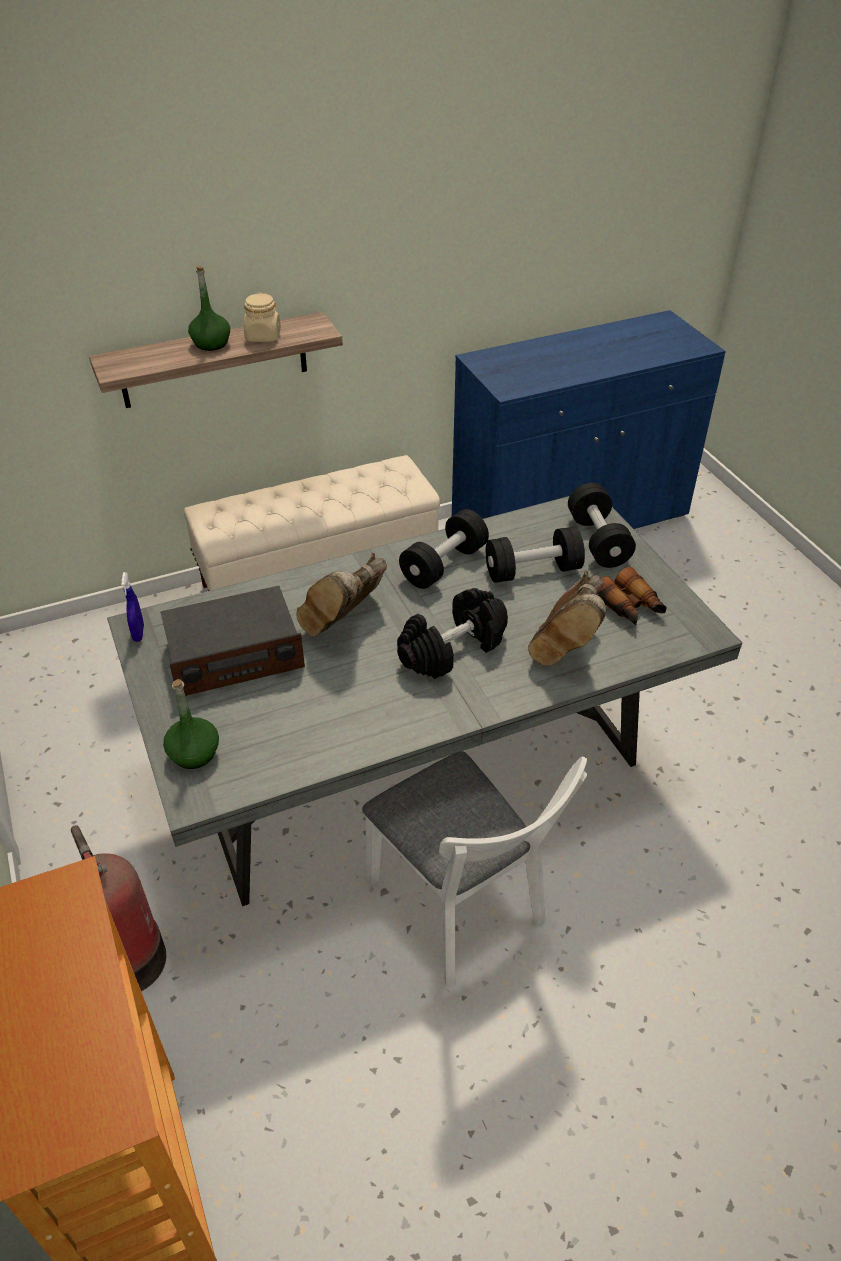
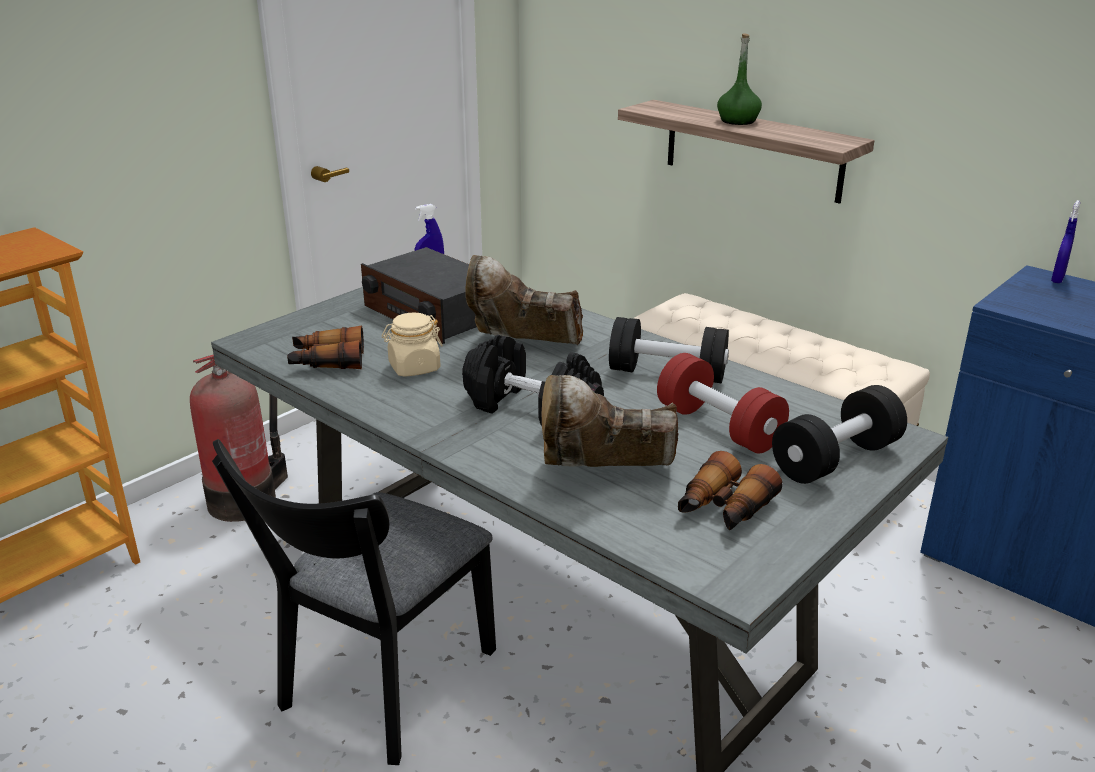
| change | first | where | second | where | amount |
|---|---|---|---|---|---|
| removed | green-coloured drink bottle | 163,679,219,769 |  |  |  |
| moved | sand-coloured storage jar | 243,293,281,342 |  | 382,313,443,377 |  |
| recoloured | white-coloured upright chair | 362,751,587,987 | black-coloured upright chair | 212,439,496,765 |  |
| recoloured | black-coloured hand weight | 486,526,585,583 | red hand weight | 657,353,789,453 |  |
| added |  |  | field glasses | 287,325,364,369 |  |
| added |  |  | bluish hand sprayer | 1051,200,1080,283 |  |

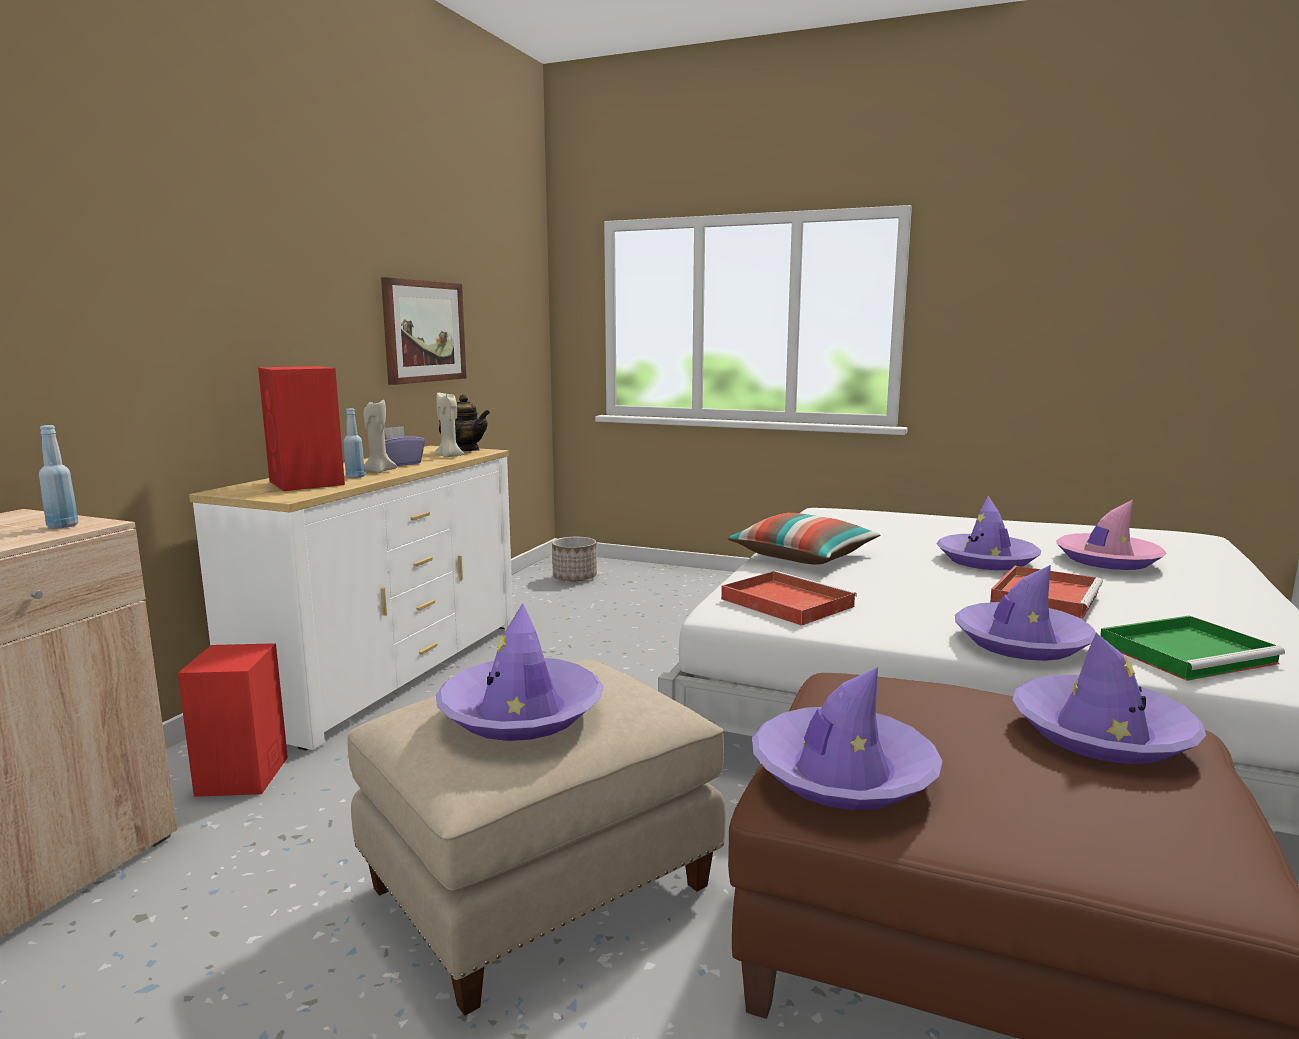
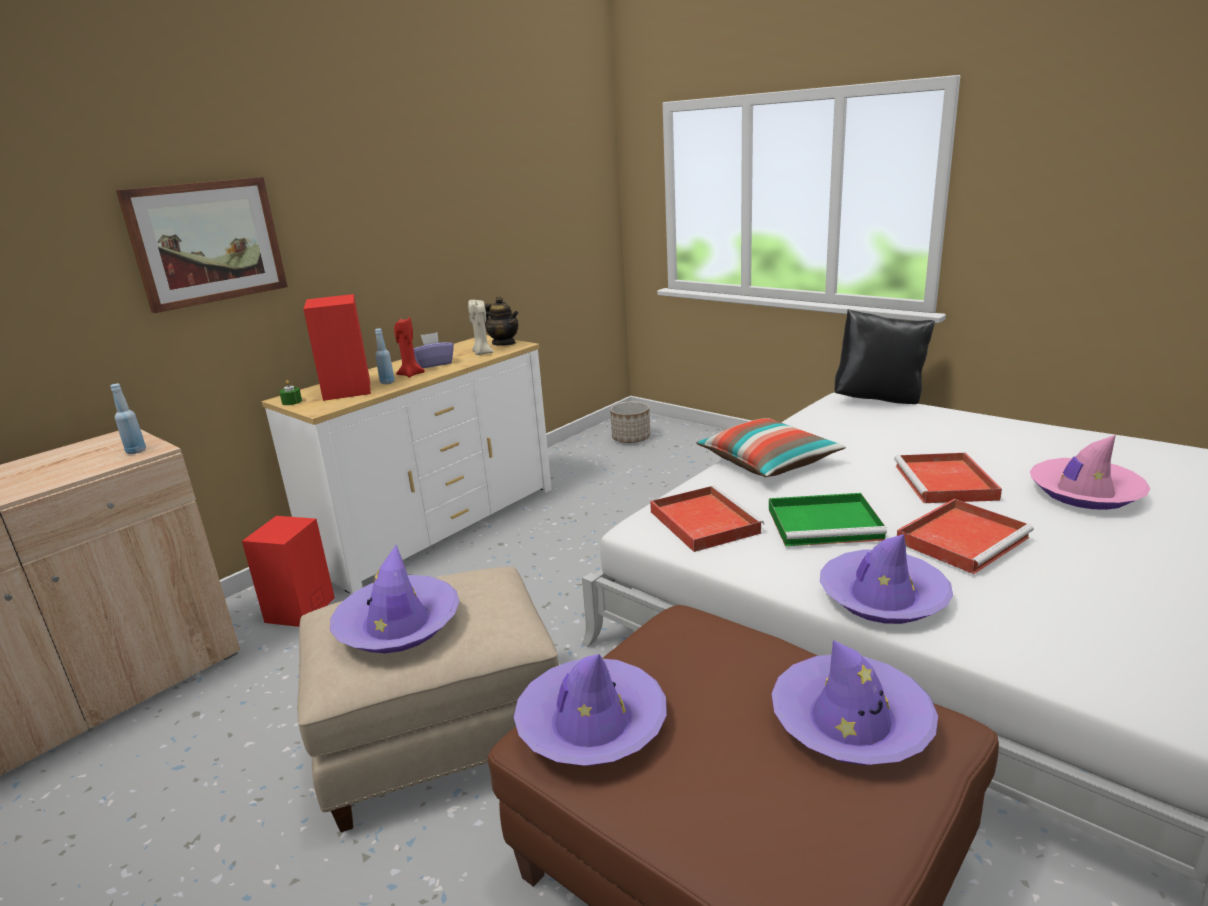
| change | first | where | second | where | amount |
|---|---|---|---|---|---|
| recoloured | sand-coloured candle | 363,398,397,473 | red candle | 394,317,425,377 |  |
| moved | wall art | 381,277,466,385 |  | 116,177,288,313 |  |
| replaced | purple-coloured clothing hat | 936,496,1041,570 | red serving tray | 894,453,1002,503 |  |
| moved | green-coloured serving tray | 1100,616,1285,681 |  | 769,493,887,546 |  |
| added |  |  | green-coloured candle | 279,380,302,405 |  |
| added |  |  | black-coloured cushion | 835,309,935,404 |  |

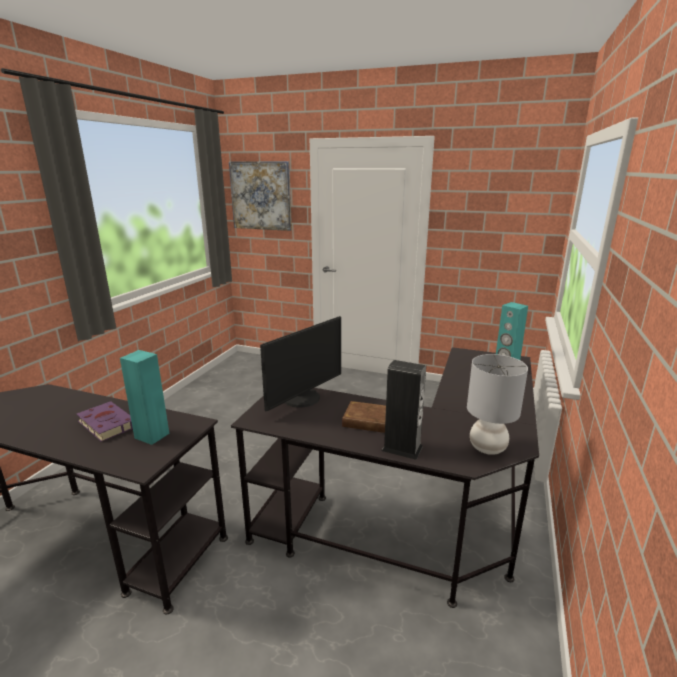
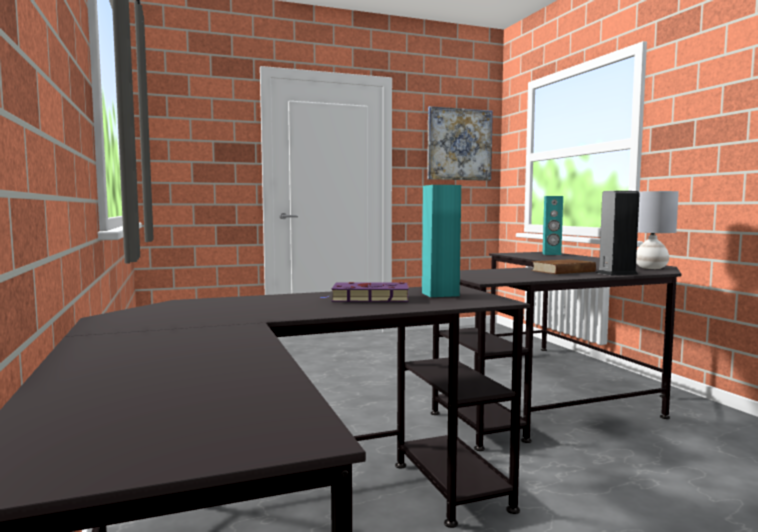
| change | first | where | second | where | amount |
|---|---|---|---|---|---|
| moved | wall art | 229,161,292,231 |  | 427,106,493,181 |  |
| removed | monitor | 260,316,341,411 |  |  |  |

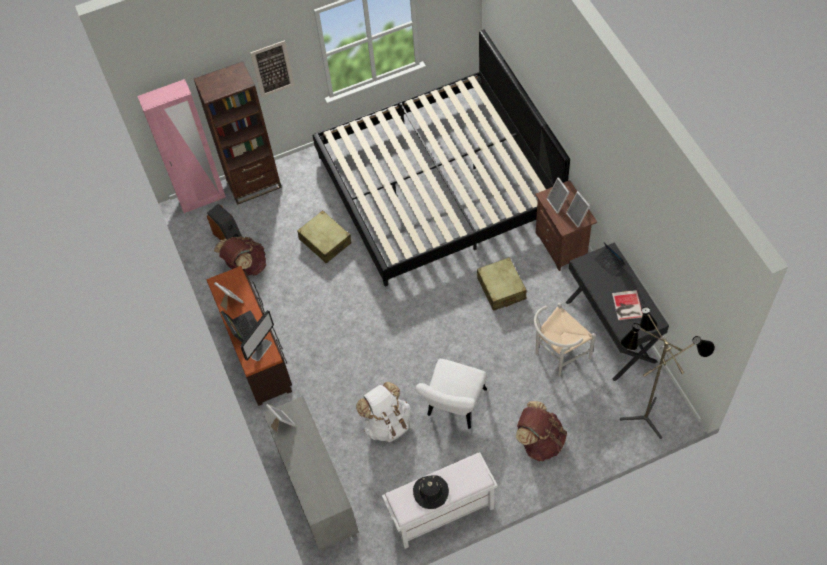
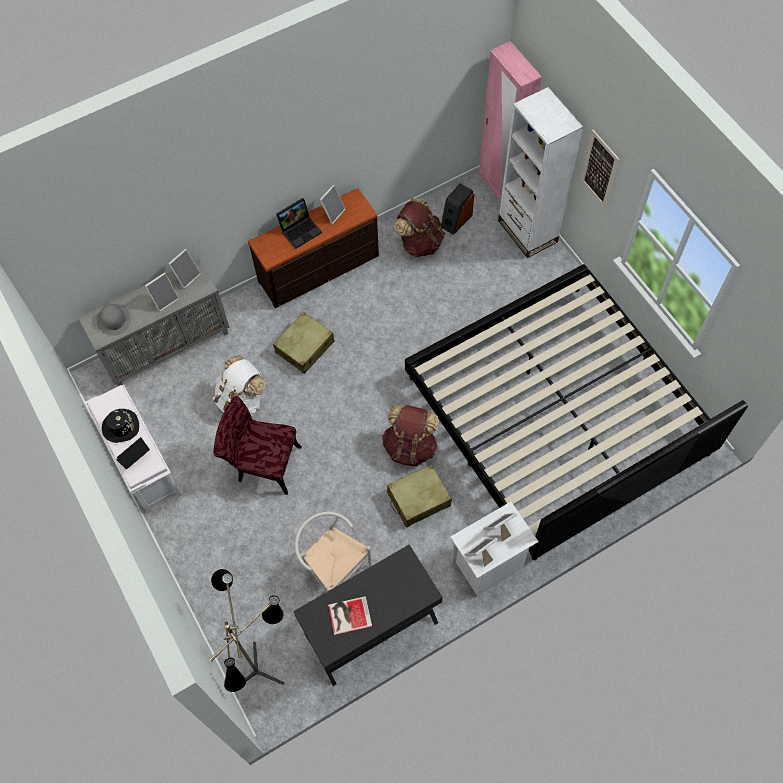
| change | first | where | second | where | amount |
|---|---|---|---|---|---|
| recoloured | brownish bookcase | 194,61,282,205 | white-coloured bookcase | 498,87,583,258 |  |
| removed | monitor | 240,310,274,361 |  |  |  |
| moved | sand-coloured travel case | 297,210,351,264 |  | 273,311,335,374 |  |
| recoloured | white-coloured upright chair | 415,359,487,429 | red upright chair | 213,396,302,495 |  |
| moved | brownish backpack | 516,401,567,461 |  | 382,404,439,466 |  |
| recoloured | brownish bedside table | 535,180,597,271 | white-coloured bedside table | 450,502,539,596 |  |
| moved | notebook computer | 594,243,625,276 |  | 116,437,150,470 |  |
| added |  |  | greyish clothing hat | 96,304,131,336 |  |
| added |  |  | standing frame | 145,272,179,312 |  |

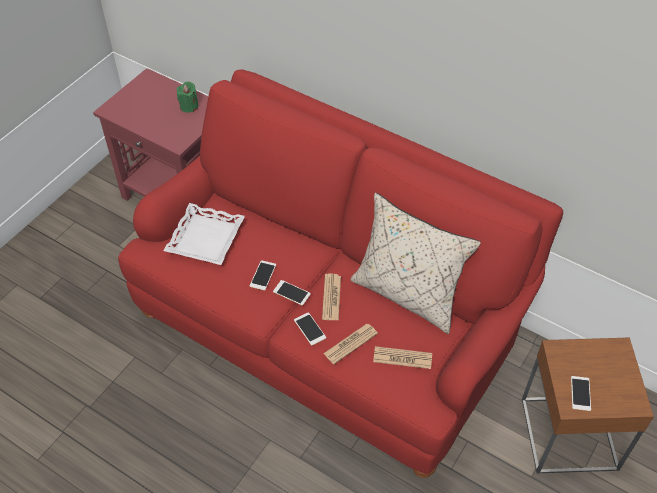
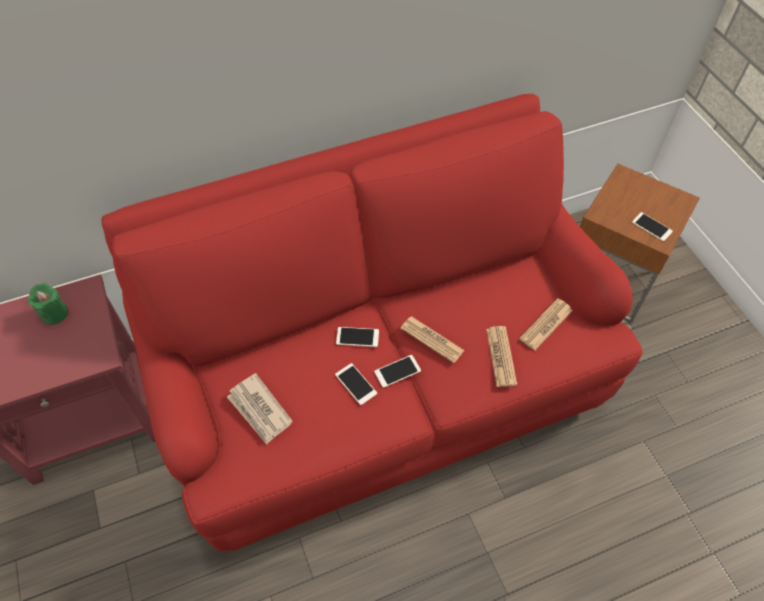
| change | first | where | second | where | amount |
|---|---|---|---|---|---|
| replaced | white-coloured serving tray | 163,203,245,265 | daily paper | 227,373,293,445 |  |
| moved | handset | 294,312,326,346 |  | 336,327,379,347 |  |
| removed | sand-coloured cushion | 351,193,481,334 |  |  |  |

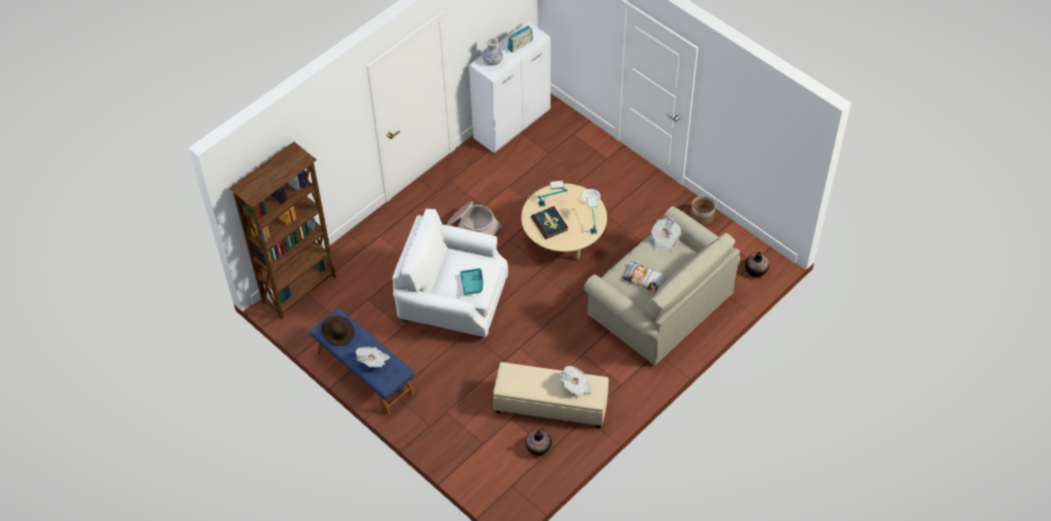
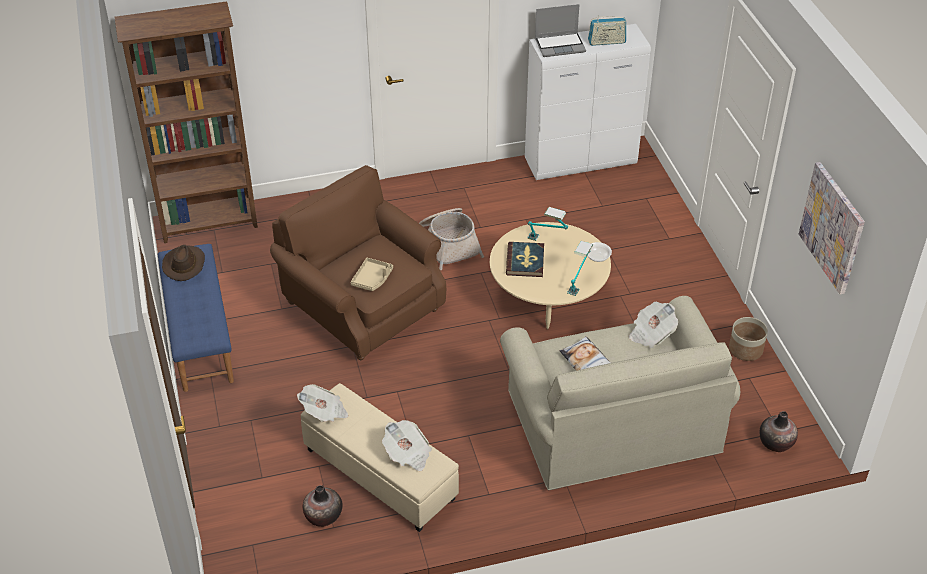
| change | first | where | second | where | amount |
|---|---|---|---|---|---|
| moved | daily paper | 355,347,390,368 |  | 297,384,349,422 |  |
| recoloured | white-coloured armchair | 392,209,508,339 | brownish armchair | 270,165,446,360 |  |
| recoloured | turquoise-coloured serving tray | 460,268,483,295 | sand-coloured serving tray | 351,258,393,291 |  |
| replaced | vase | 482,38,503,65 | notebook computer | 535,4,586,57 |  |
| added |  |  | wall art | 799,162,865,294 |  |

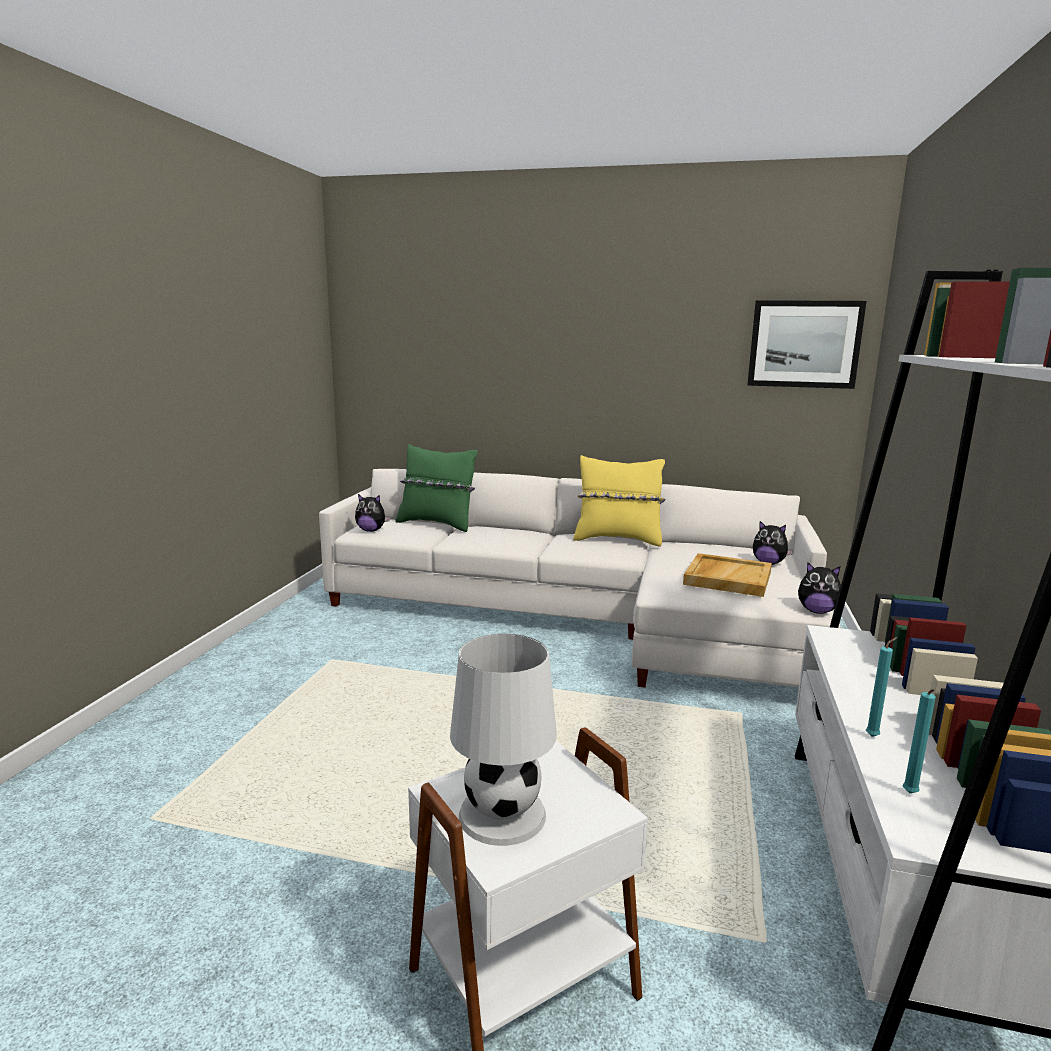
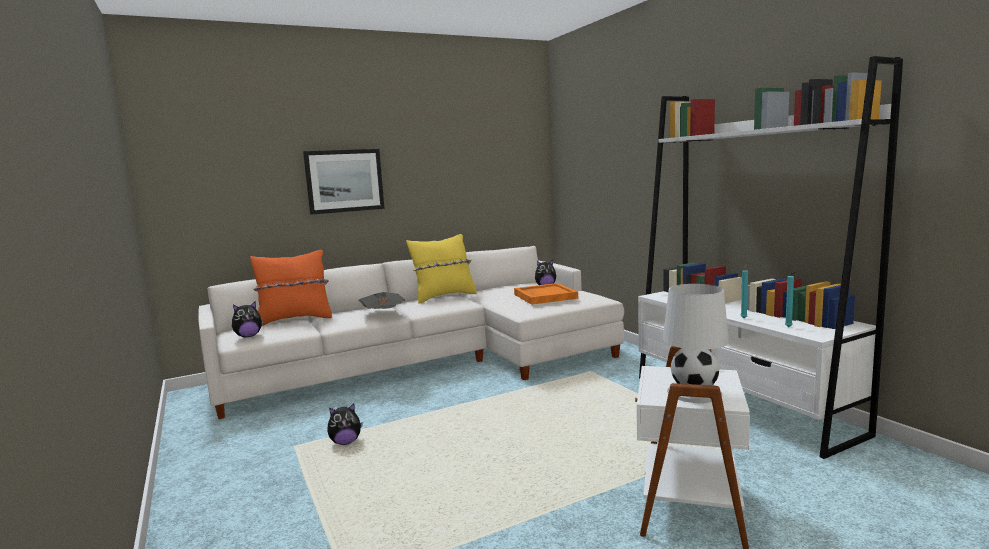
| change | first | where | second | where | amount |
|---|---|---|---|---|---|
| recoloured | green-coloured cushion | 395,444,478,532 | orange-coloured cushion | 250,250,332,326 |  |
| recoloured | sand-coloured serving tray | 683,553,772,597 | orange-coloured serving tray | 514,283,578,305 |  |
| moved | wall art | 747,300,867,389 |  | 303,149,385,215 |  |
| moved | plush toy | 798,562,841,614 |  | 327,404,363,445 |  |
| added |  |  | daily paper | 358,292,405,309 |  |

